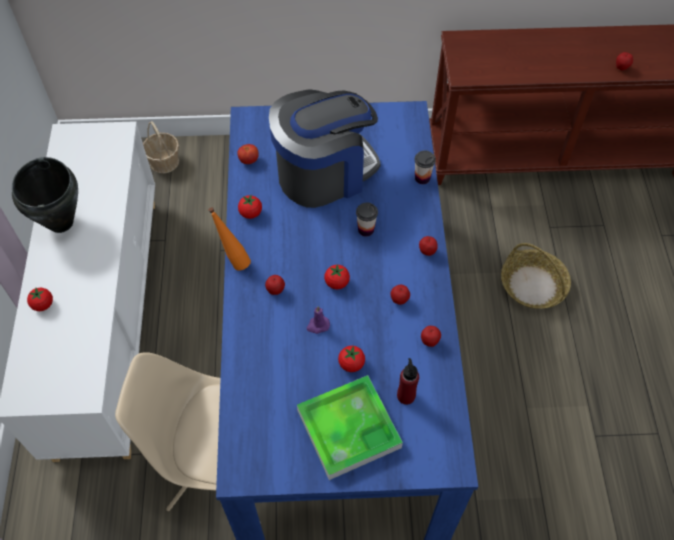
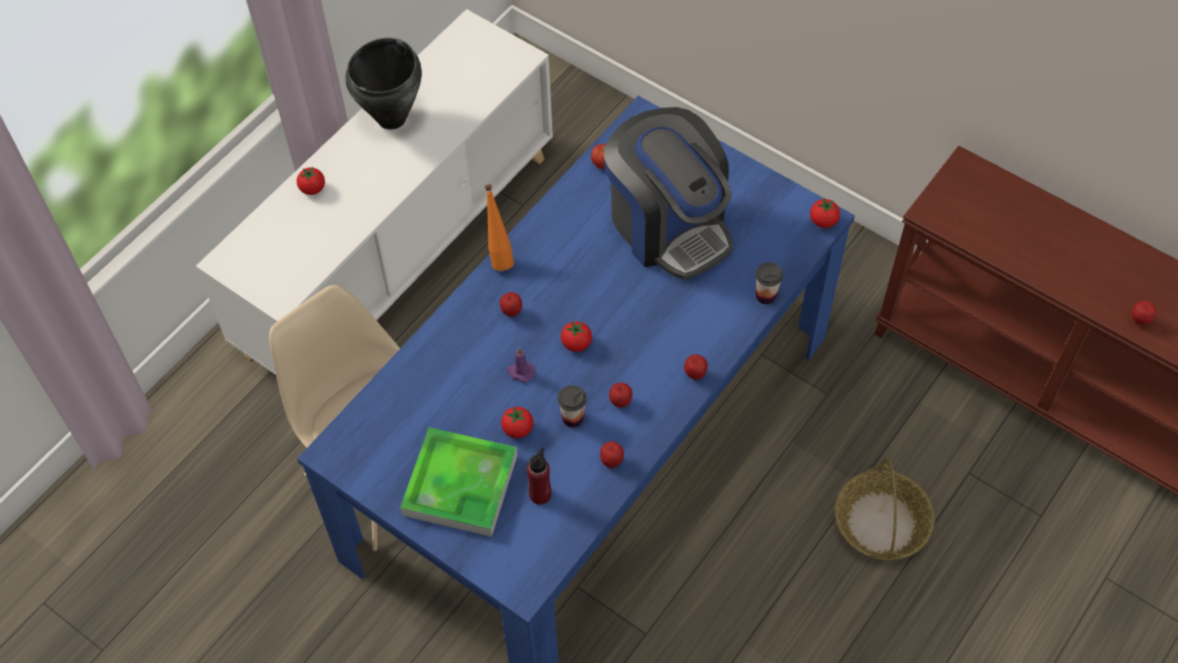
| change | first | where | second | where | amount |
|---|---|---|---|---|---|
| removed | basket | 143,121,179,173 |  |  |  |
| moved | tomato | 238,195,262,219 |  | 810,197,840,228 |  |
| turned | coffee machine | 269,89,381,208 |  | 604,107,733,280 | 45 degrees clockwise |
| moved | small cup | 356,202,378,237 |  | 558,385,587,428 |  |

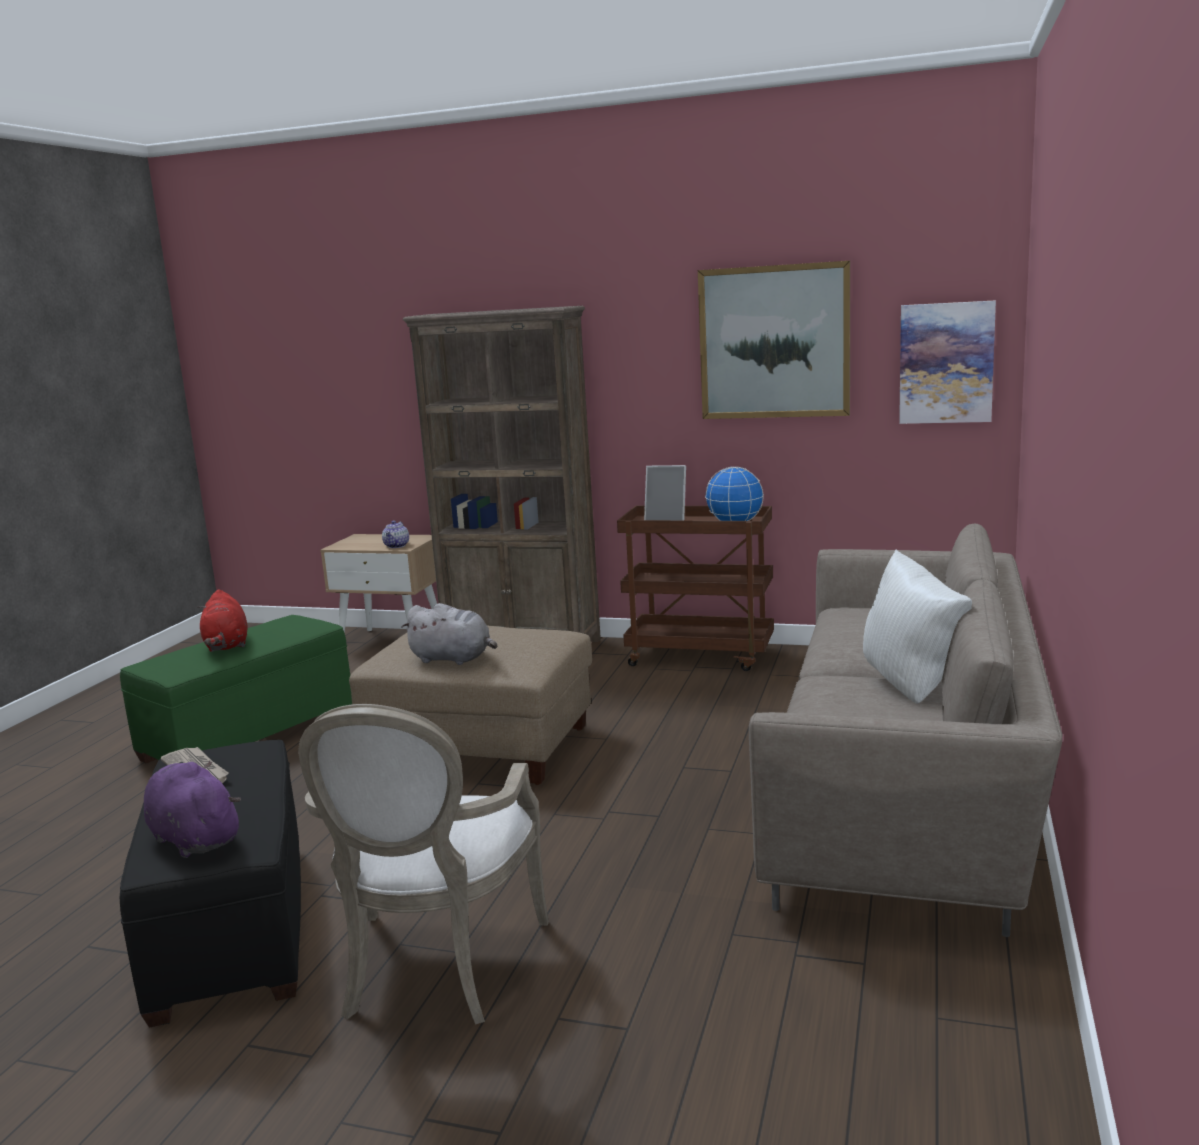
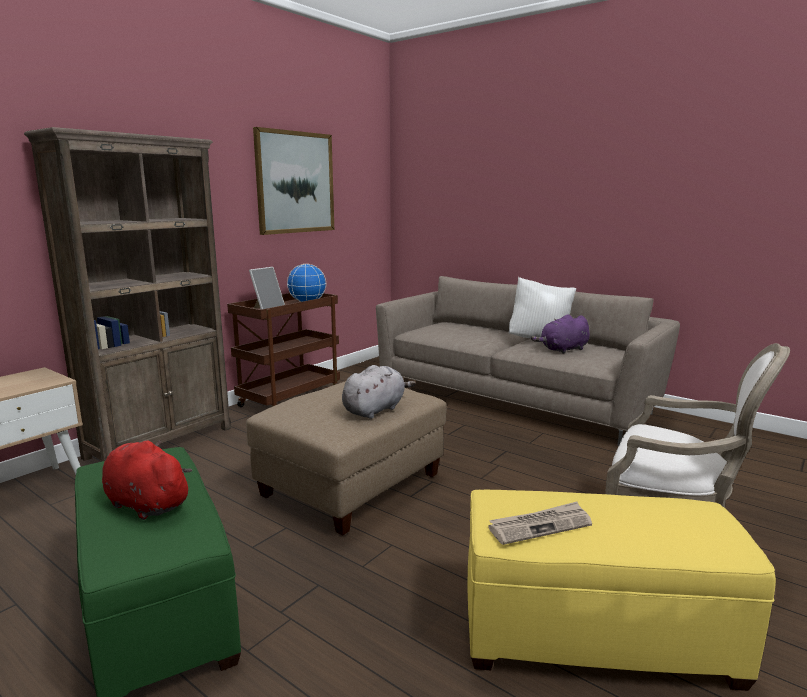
| change | first | where | second | where | amount |
|---|---|---|---|---|---|
| recoloured | black-coloured pouffe | 120,740,301,1027 | yellowish pouffe | 467,490,776,691 |  |
| moved | purple-coloured plush toy | 144,760,241,858 |  | 531,314,590,354 |  |
| turned | red plush toy | 197,589,248,652 |  | 102,440,192,520 | 150 degrees counterclockwise |
| removed | pot for tea | 382,520,409,548 |  |  |  |
| removed | wall art | 899,301,996,424 |  |  |  |

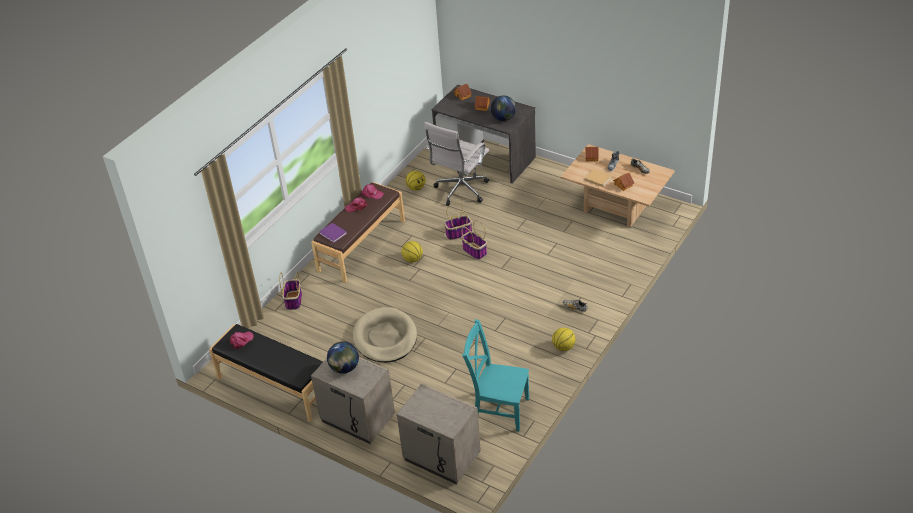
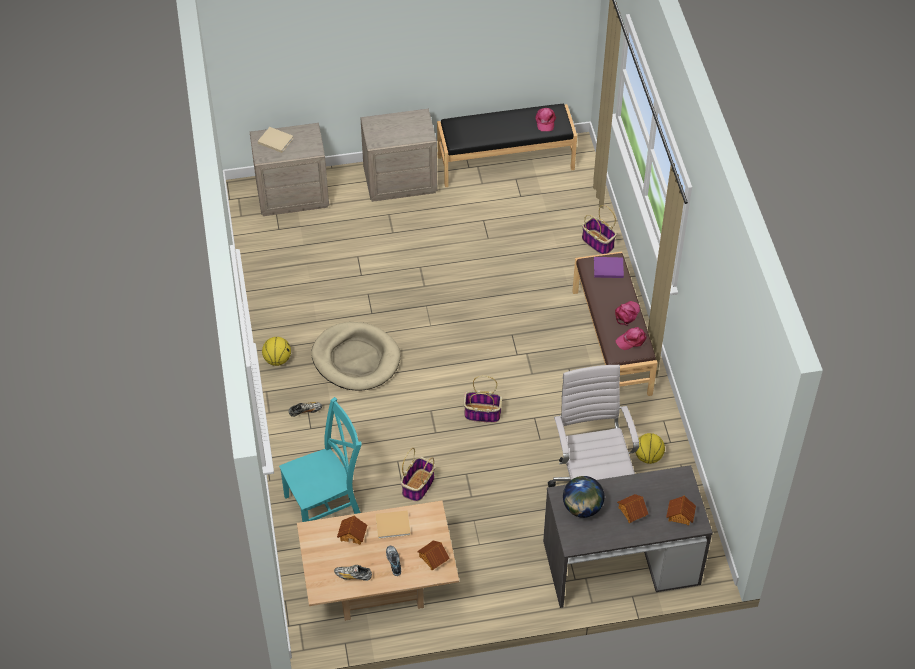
| change | first | where | second | where | amount |
|---|---|---|---|---|---|
| removed | world globe | 327,341,359,374 |  |  |  |
| moved | sand-coloured dog bed | 353,307,417,363 |  | 311,322,401,390 |  |
| removed | basketball | 401,241,423,262 |  |  |  |
| moved | basket | 444,202,472,240 |  | 401,448,435,501 |  |
| moved | turquoise-coloured upright chair | 462,319,529,431 |  | 279,397,362,522 |  |
| added |  |  | sand-coloured book | 258,127,293,153 |  |

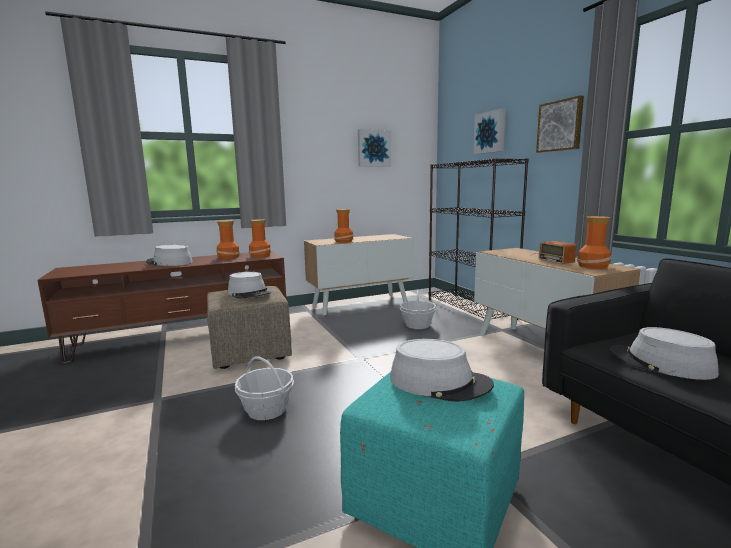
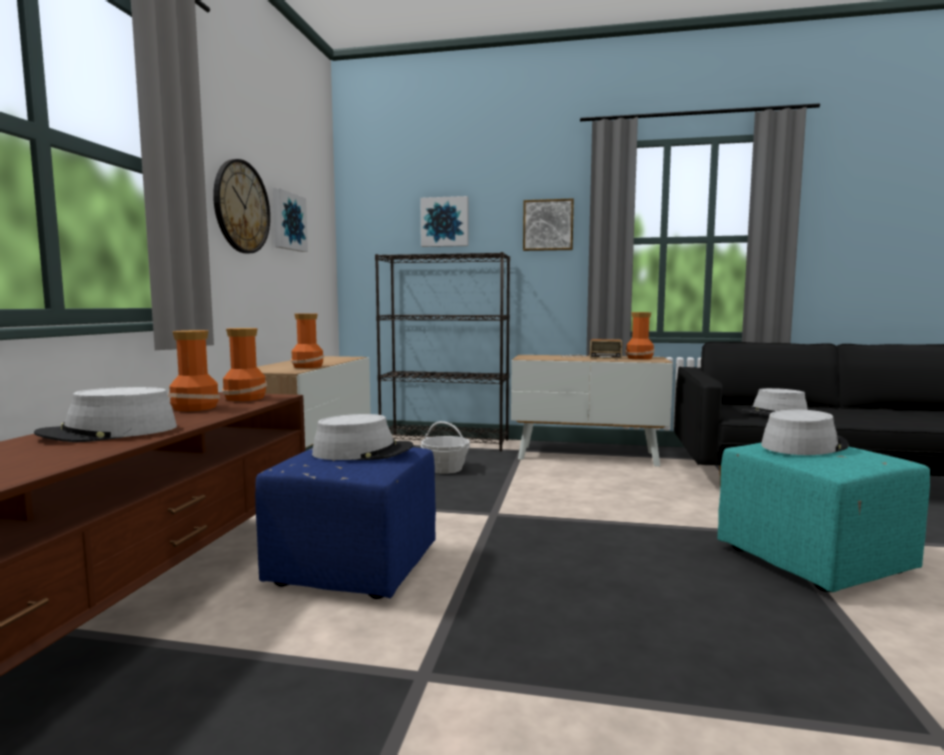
| change | first | where | second | where | amount |
|---|---|---|---|---|---|
| recoloured | sand-coloured pouffe | 207,286,292,369 | bluish pouffe | 255,447,436,599 |  |
| removed | basket | 235,356,294,420 |  |  |  |
| added |  |  | wall clock | 213,159,270,253 |  |

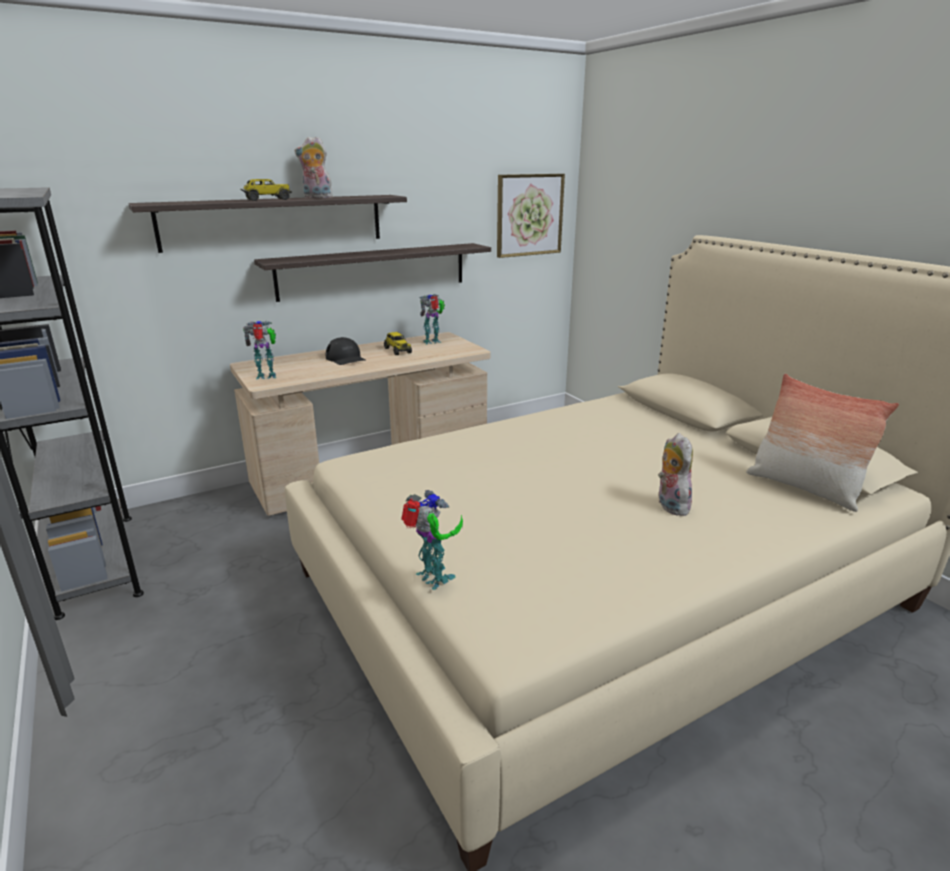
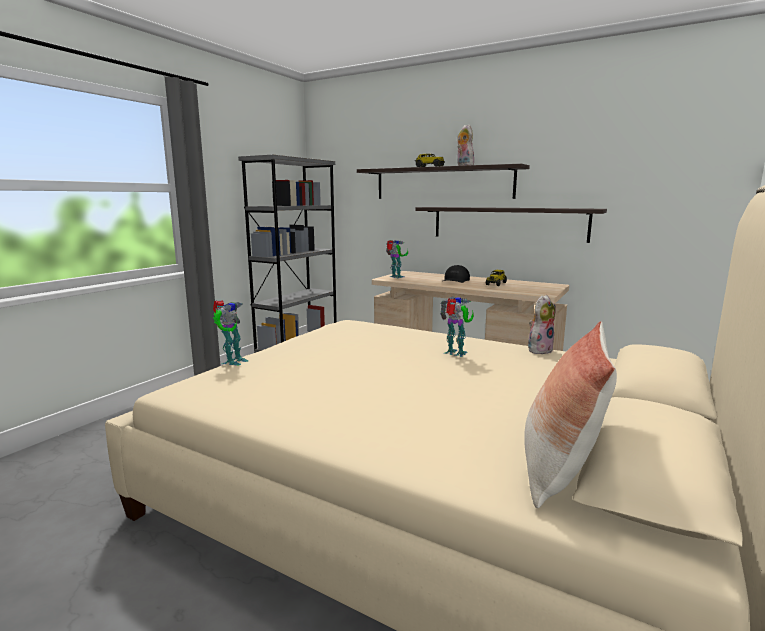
| change | first | where | second | where | amount |
|---|---|---|---|---|---|
| moved | toy robot | 419,294,445,344 |  | 440,297,474,357 |  |
| removed | wall art | 497,174,565,258 |  |  |  |
| moved | plush toy | 658,433,693,516 |  | 528,295,556,354 |  |

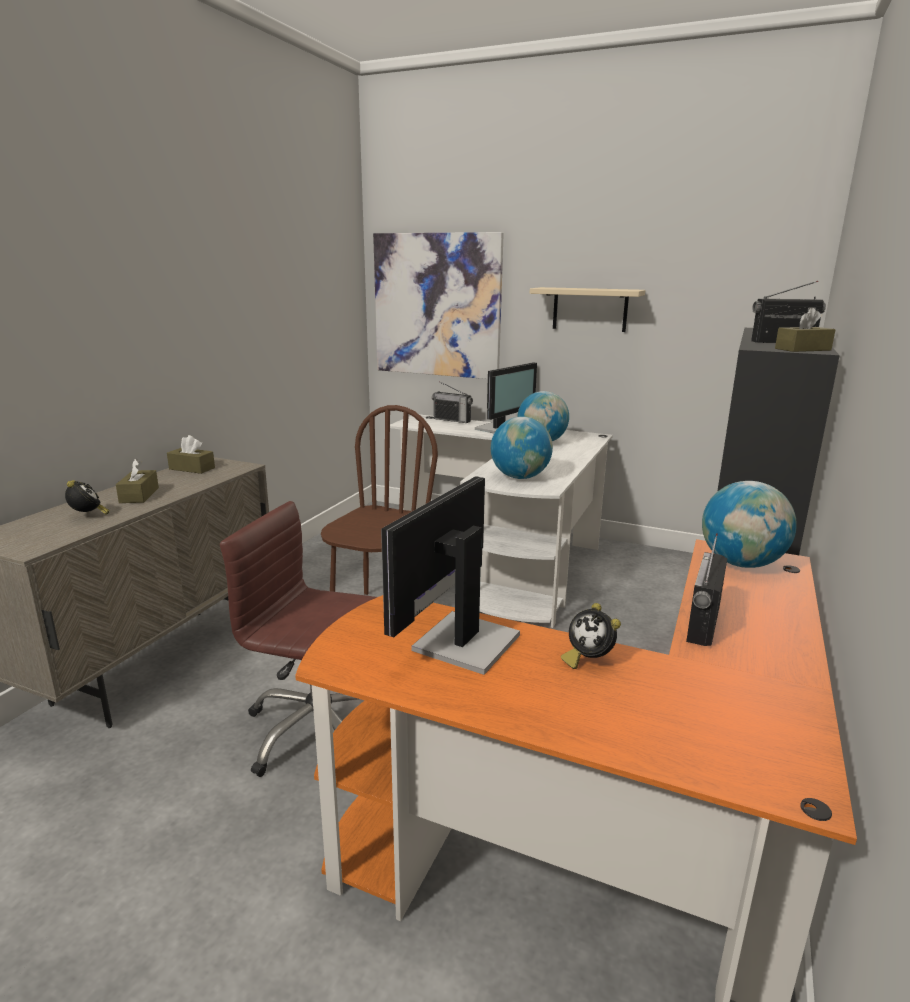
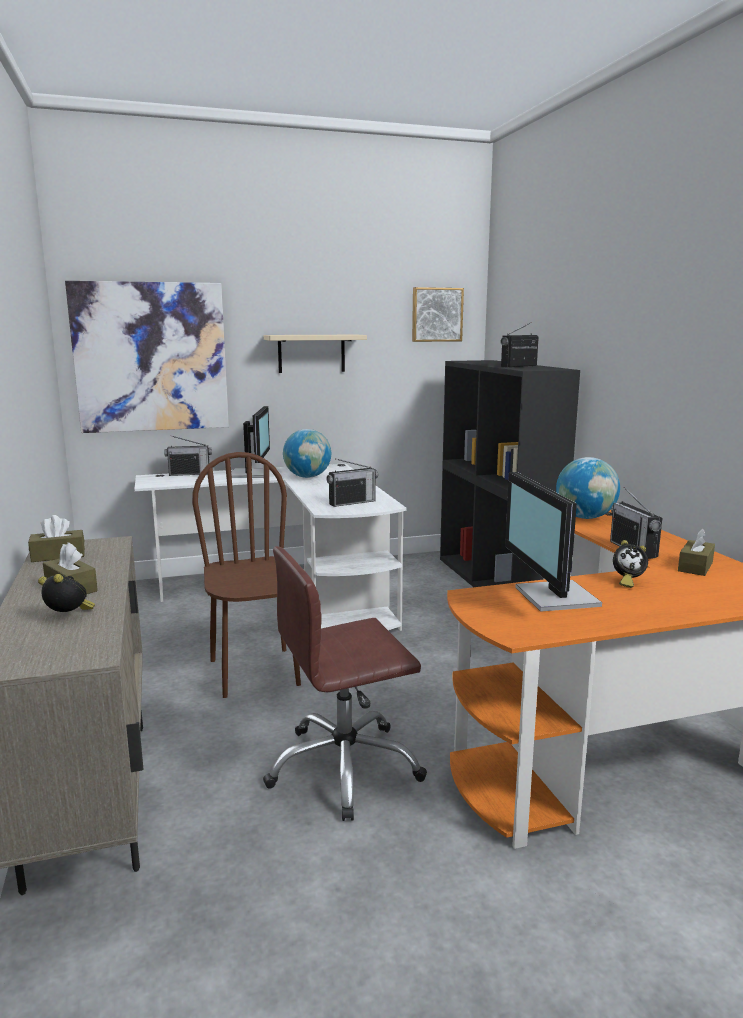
| change | first | where | second | where | amount |
|---|---|---|---|---|---|
| replaced | world globe | 491,417,553,479 | radio set | 326,458,378,507 |  |
| moved | brownish tissue holder | 775,308,835,352 |  | 678,529,715,576 |  |
| added |  |  | wall art | 412,287,464,342 |  |

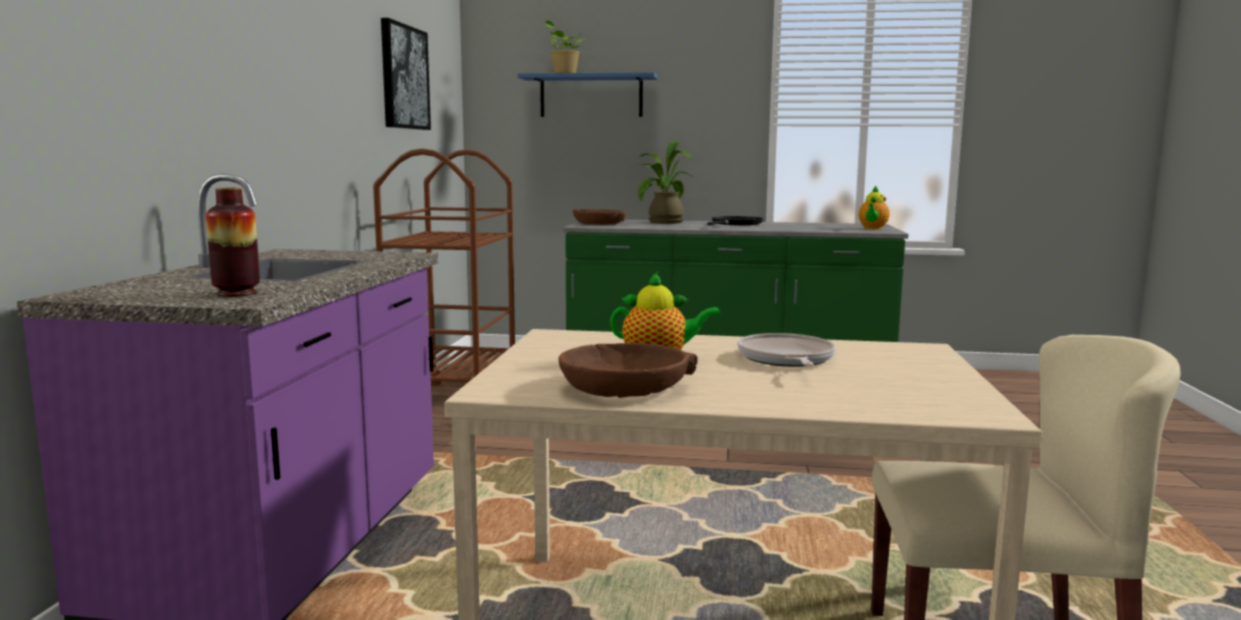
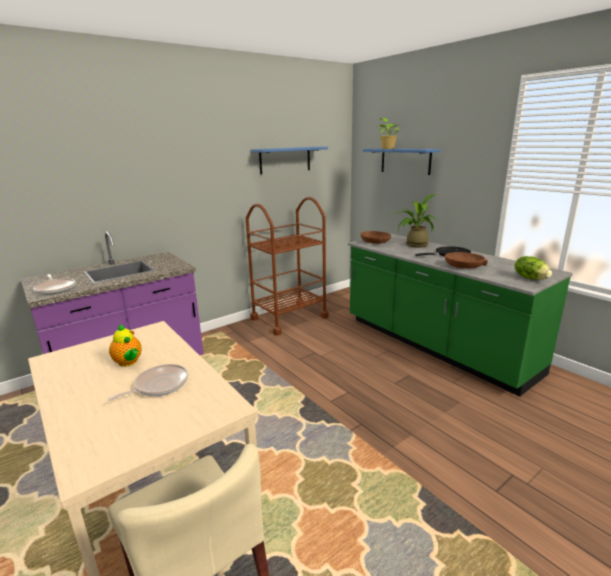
| change | first | where | second | where | amount |
|---|---|---|---|---|---|
| replaced | vase | 206,188,260,297 | pan | 33,274,75,295 |  |
| replaced | wall art | 381,18,431,130 | bluish wall shelf | 251,147,328,174 |  |
| moved | brownish bowl | 558,343,698,398 |  | 445,252,488,269 |  |
| replaced | pot for tea | 859,185,890,229 | head of lettuce | 514,256,552,280 |  |

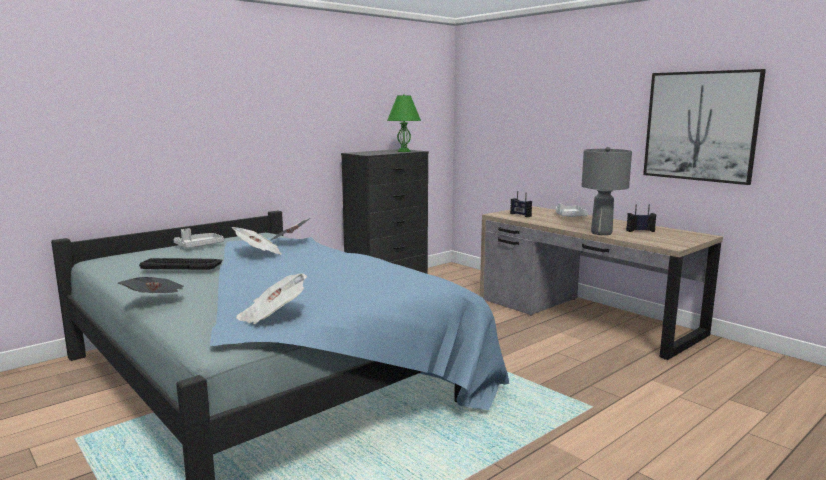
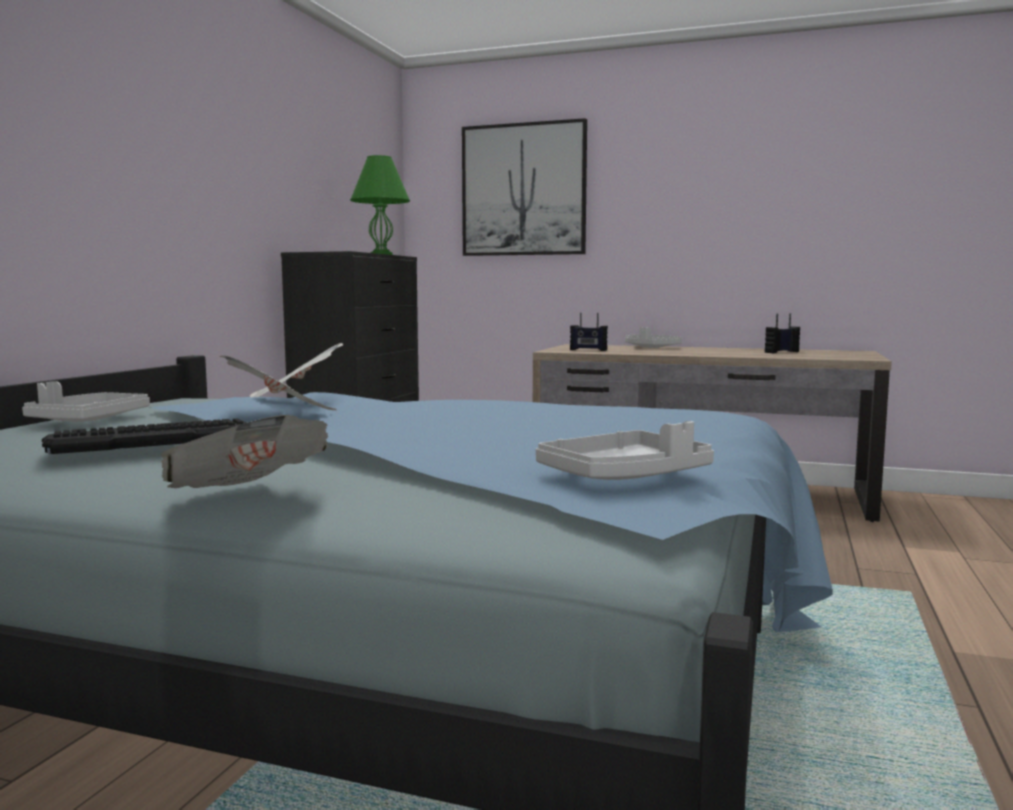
| change | first | where | second | where | amount |
|---|---|---|---|---|---|
| replaced | daily paper | 236,273,307,324 | greyish serving tray | 536,421,714,480 |  |
| removed | greyish tabletop lamp | 581,147,632,235 |  |  |  |
| moved | wall art | 643,69,766,185 |  | 462,118,587,256 |  |

